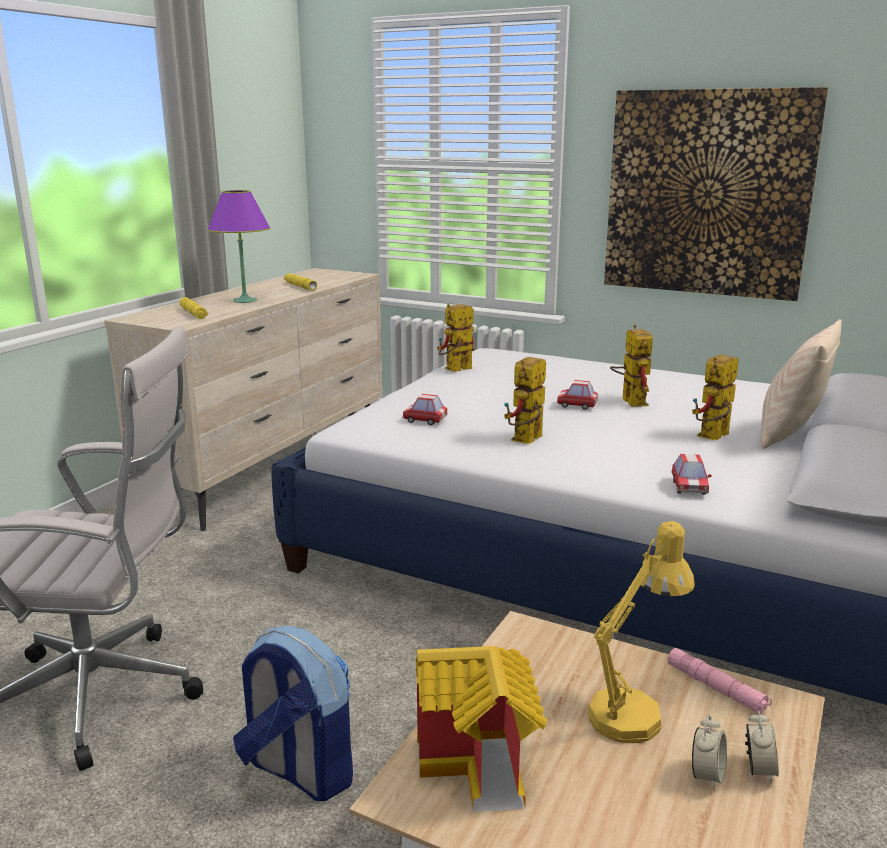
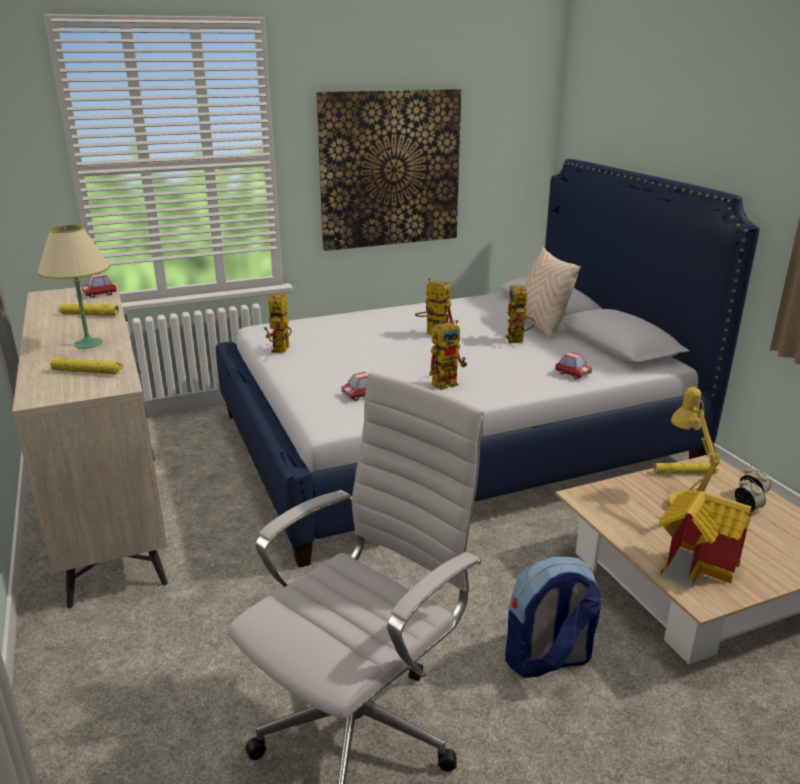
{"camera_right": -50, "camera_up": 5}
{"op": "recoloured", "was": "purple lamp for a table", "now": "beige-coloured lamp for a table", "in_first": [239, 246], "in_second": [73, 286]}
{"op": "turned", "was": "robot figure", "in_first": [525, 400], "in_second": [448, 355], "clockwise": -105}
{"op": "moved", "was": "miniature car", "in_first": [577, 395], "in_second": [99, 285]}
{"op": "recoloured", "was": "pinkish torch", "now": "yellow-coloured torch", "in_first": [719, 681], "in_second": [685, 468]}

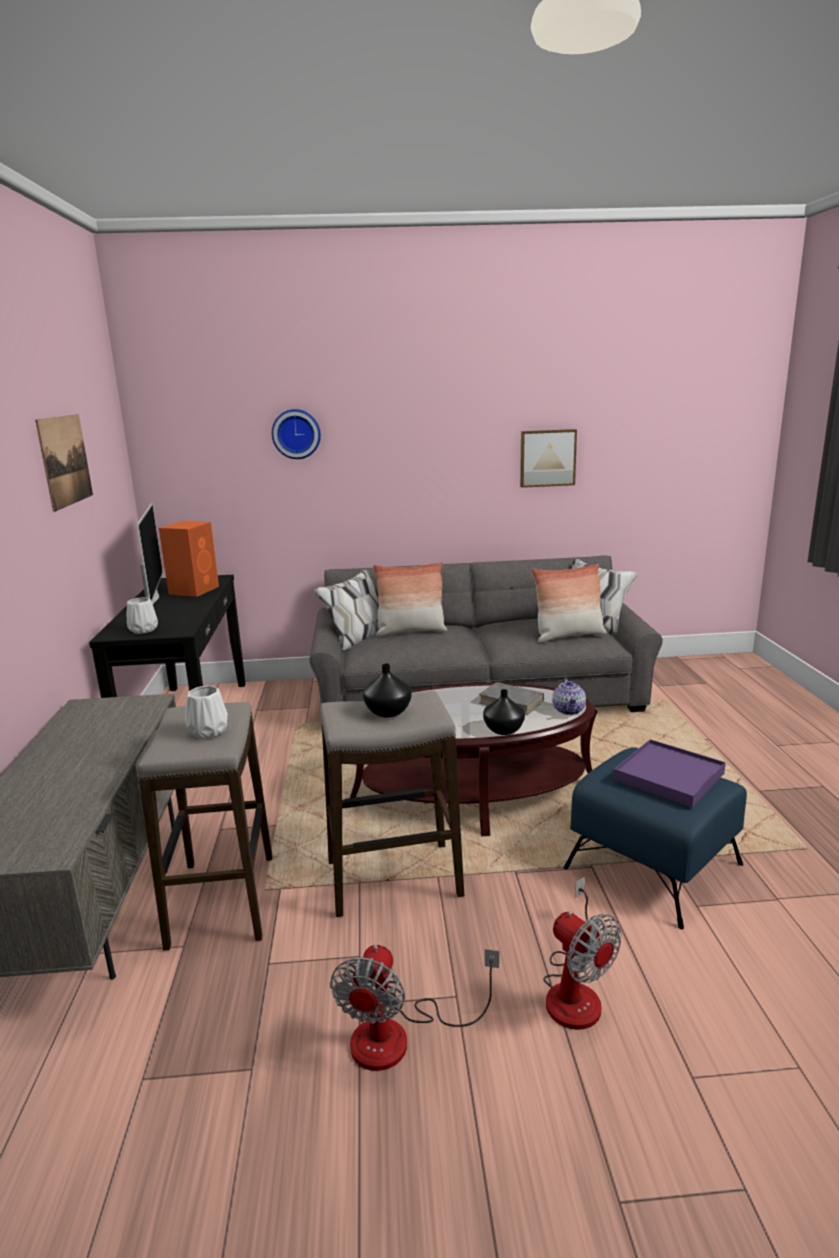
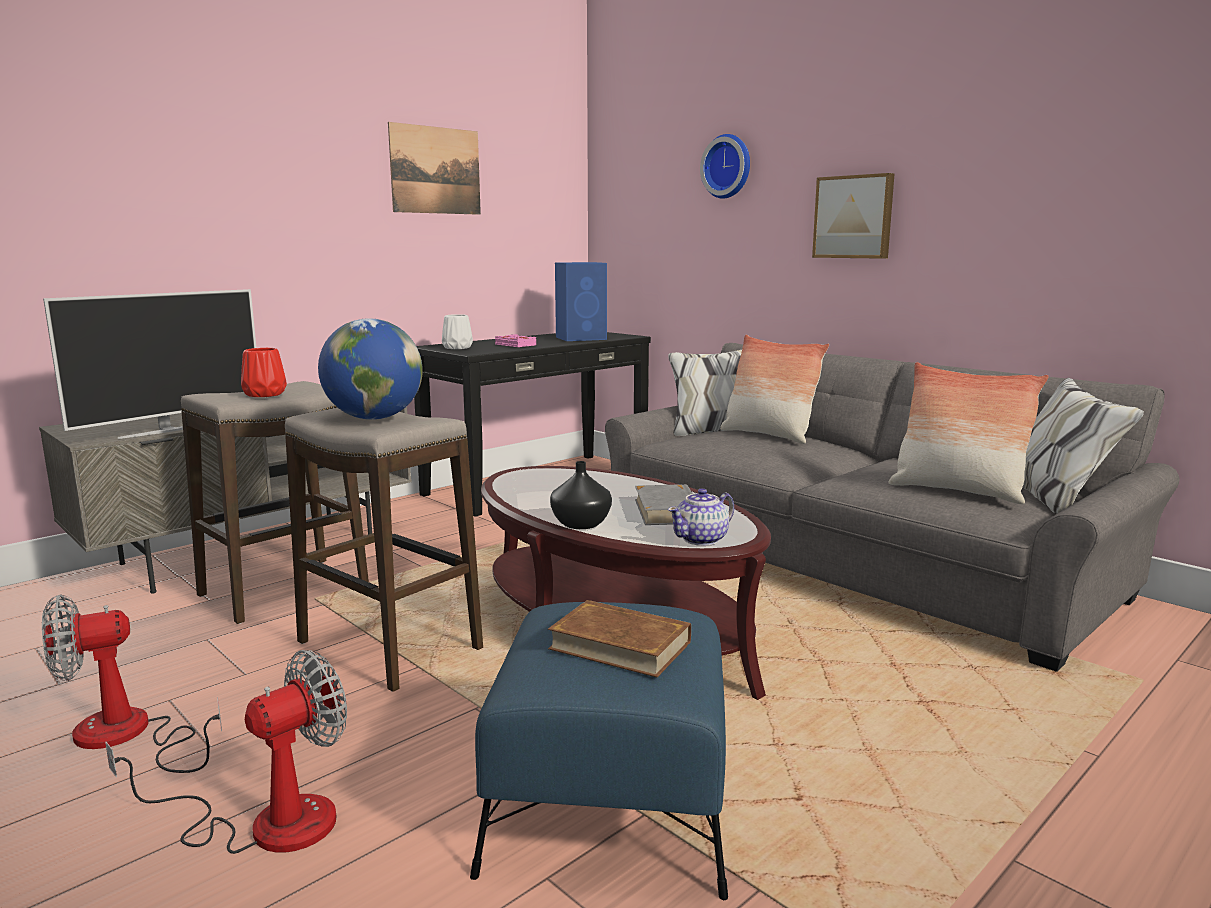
{"camera_right": 50, "camera_up": -5}
{"op": "moved", "was": "wall art", "in_first": [548, 458], "in_second": [853, 216]}
{"op": "moved", "was": "TV", "in_first": [150, 553], "in_second": [150, 364]}
{"op": "recoloured", "was": "orange audio speaker", "now": "blue audio speaker", "in_first": [189, 559], "in_second": [581, 301]}
{"op": "replaced", "was": "black decorative vase", "now": "globe", "in_first": [387, 690], "in_second": [370, 369]}
{"op": "recoloured", "was": "white-coloured decorative vase", "now": "reddish decorative vase", "in_first": [206, 712], "in_second": [264, 372]}
{"op": "replaced", "was": "purple tray", "now": "brownish volume", "in_first": [669, 773], "in_second": [619, 638]}
{"op": "turned", "was": "fan", "in_first": [583, 953], "in_second": [226, 752], "clockwise": -150}
{"op": "added", "now": "pinkish volume", "in_second": [515, 340]}

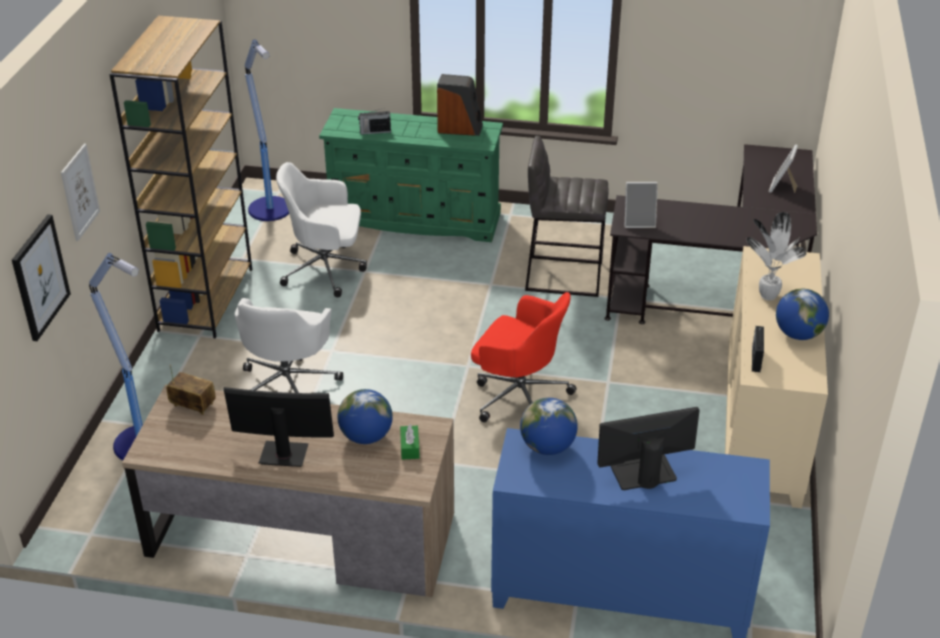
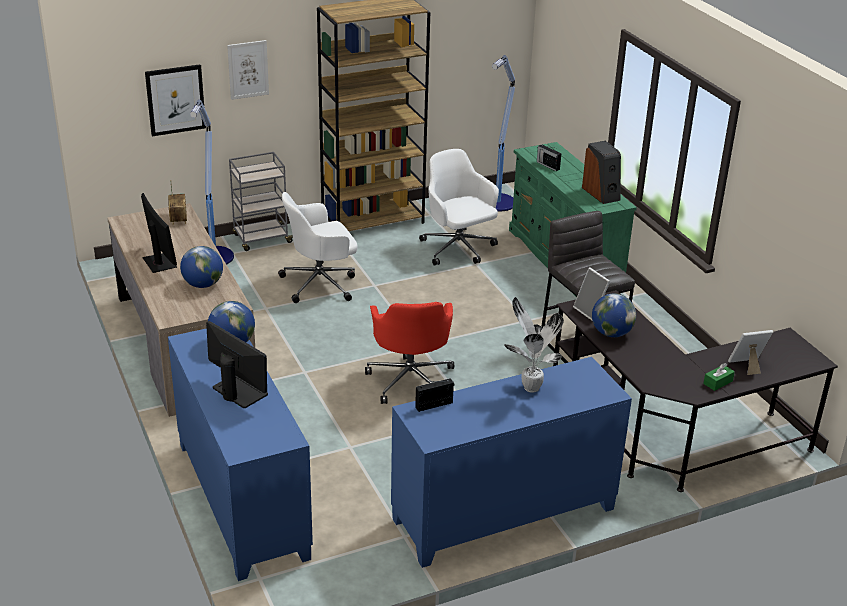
{"camera_right": 55, "camera_up": -5}
{"op": "recoloured", "was": "beige-coloured cupboard", "now": "blue cupboard", "in_first": [776, 377], "in_second": [511, 462]}
{"op": "moved", "was": "globe", "in_first": [802, 314], "in_second": [614, 315]}
{"op": "moved", "was": "greenish tissue holder", "in_first": [410, 442], "in_second": [719, 377]}
{"op": "added", "now": "gray trolley", "in_second": [261, 201]}

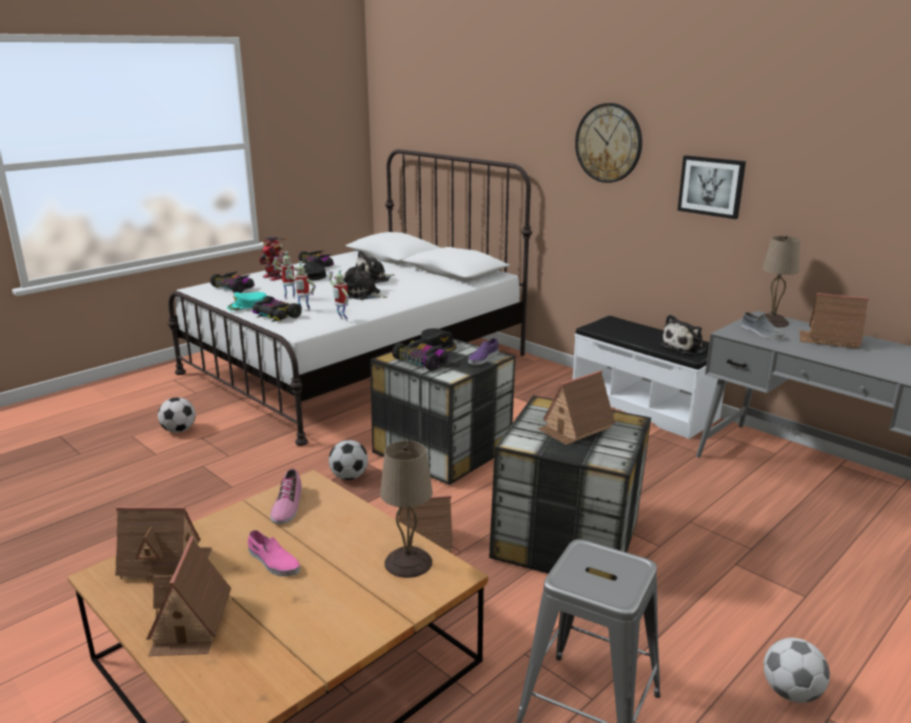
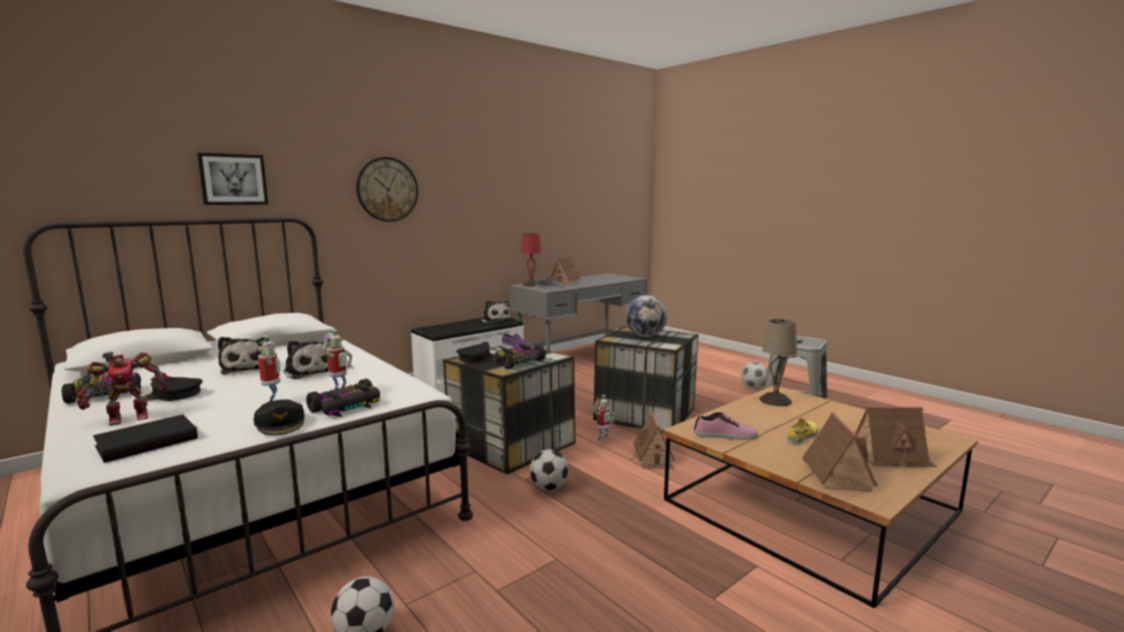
{"camera_right": -85, "camera_up": -10}
{"op": "moved", "was": "wall art", "in_first": [711, 187], "in_second": [232, 179]}
{"op": "recoloured", "was": "beige-coloured lamp for a table", "now": "reddish lamp for a table", "in_first": [779, 281], "in_second": [531, 259]}
{"op": "turned", "was": "cuddly toy", "in_first": [365, 281], "in_second": [307, 359], "clockwise": -75}
{"op": "moved", "was": "robot figure", "in_first": [338, 295], "in_second": [604, 418]}
{"op": "replaced", "was": "miniature car", "now": "black volume", "in_first": [232, 282], "in_second": [145, 438]}
{"op": "recoloured", "was": "turquoise cap", "now": "black cap", "in_first": [247, 301], "in_second": [279, 417]}
{"op": "replaced", "was": "miniature house", "now": "globe", "in_first": [576, 407], "in_second": [646, 316]}
{"op": "recoloured", "was": "pinkish item of footwear", "now": "yellow-coloured item of footwear", "in_first": [273, 553], "in_second": [802, 431]}

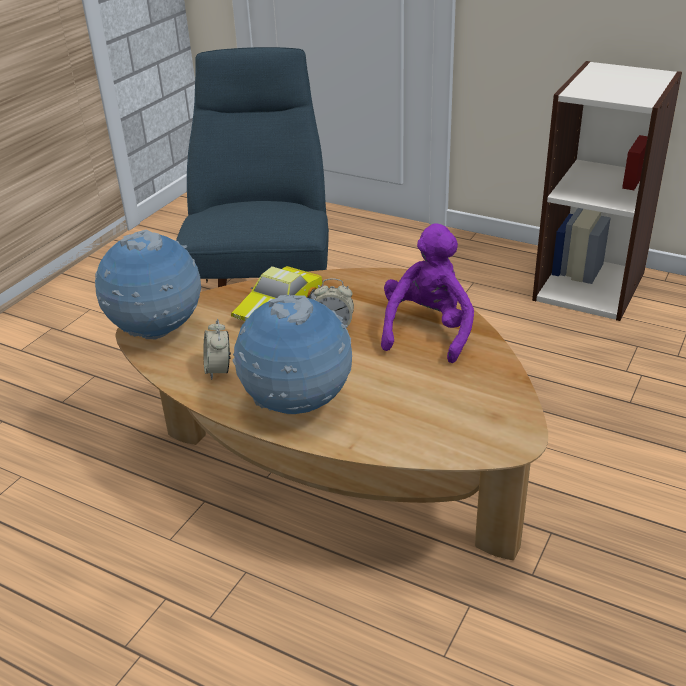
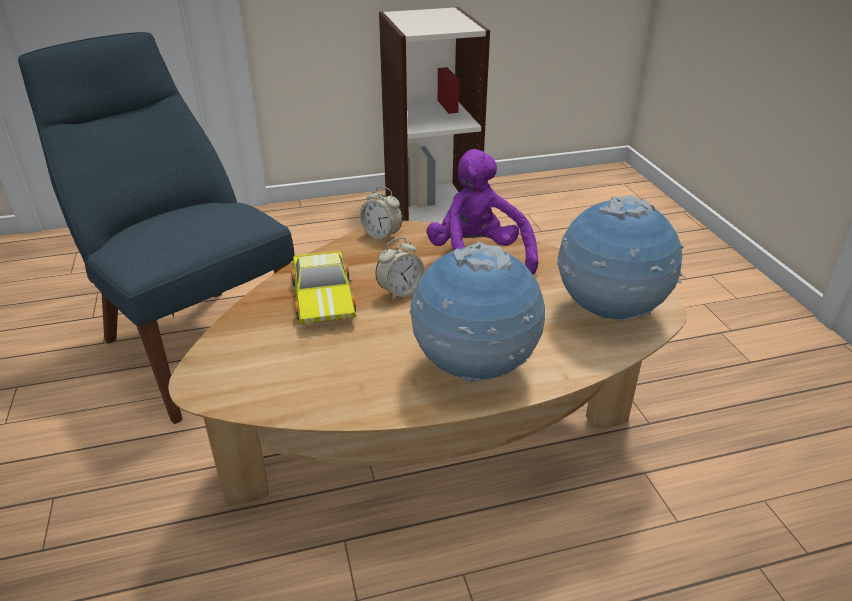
{"camera_right": -45, "camera_up": 0}
{"op": "moved", "was": "globe", "in_first": [148, 284], "in_second": [620, 258]}
{"op": "moved", "was": "alarm clock", "in_first": [217, 349], "in_second": [381, 214]}

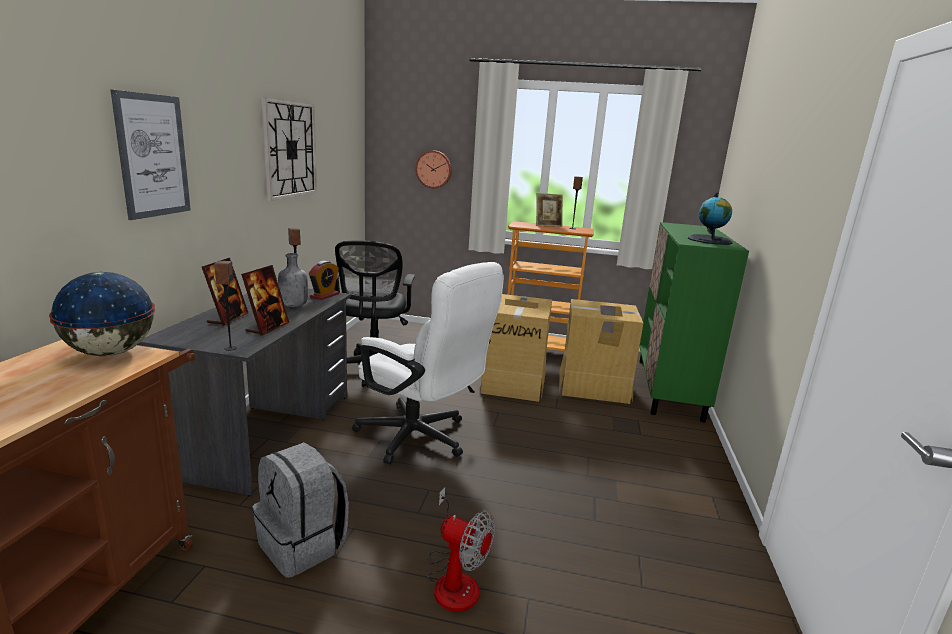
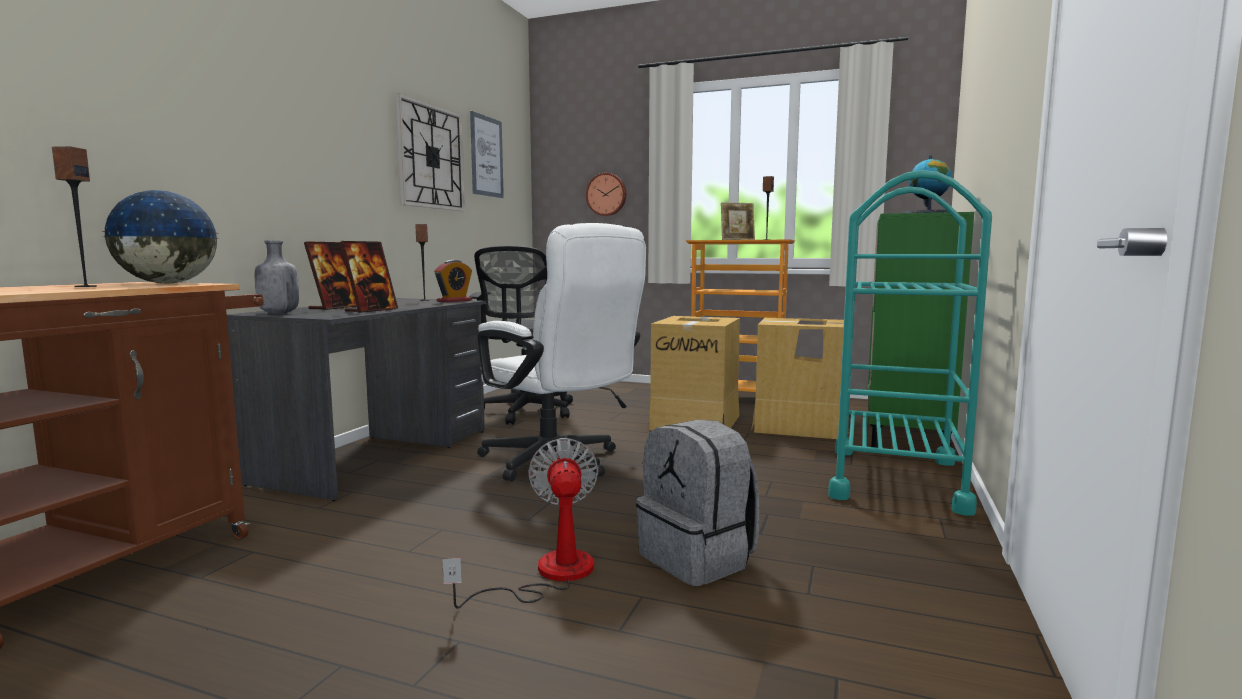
{"camera_right": 10, "camera_up": -10}
{"op": "moved", "was": "wall art", "in_first": [151, 155], "in_second": [487, 154]}
{"op": "moved", "was": "gray bottle", "in_first": [293, 280], "in_second": [277, 277]}
{"op": "moved", "was": "audio speaker", "in_first": [225, 306], "in_second": [74, 216]}
{"op": "moved", "was": "gray backpack", "in_first": [300, 510], "in_second": [697, 503]}
{"op": "turned", "was": "fan", "in_first": [461, 549], "in_second": [520, 523], "clockwise": -135}
{"op": "added", "now": "turquoise trolley", "in_second": [910, 343]}

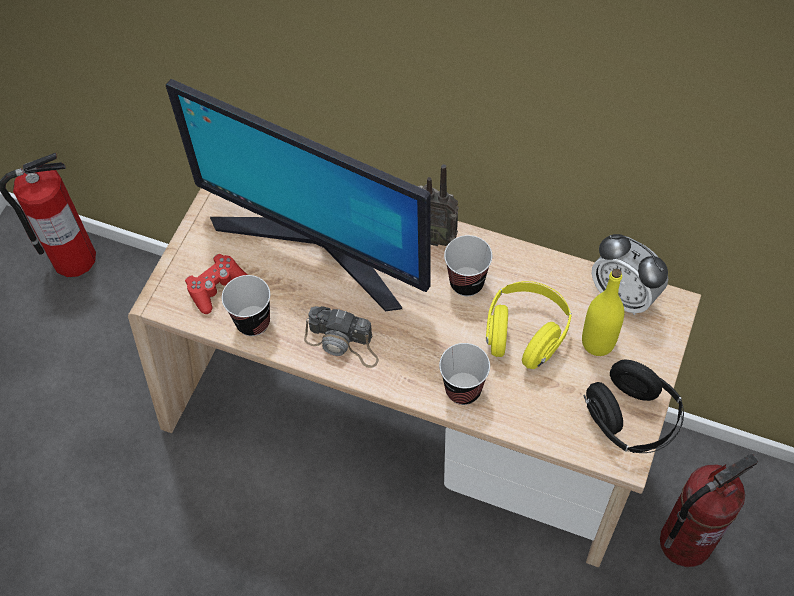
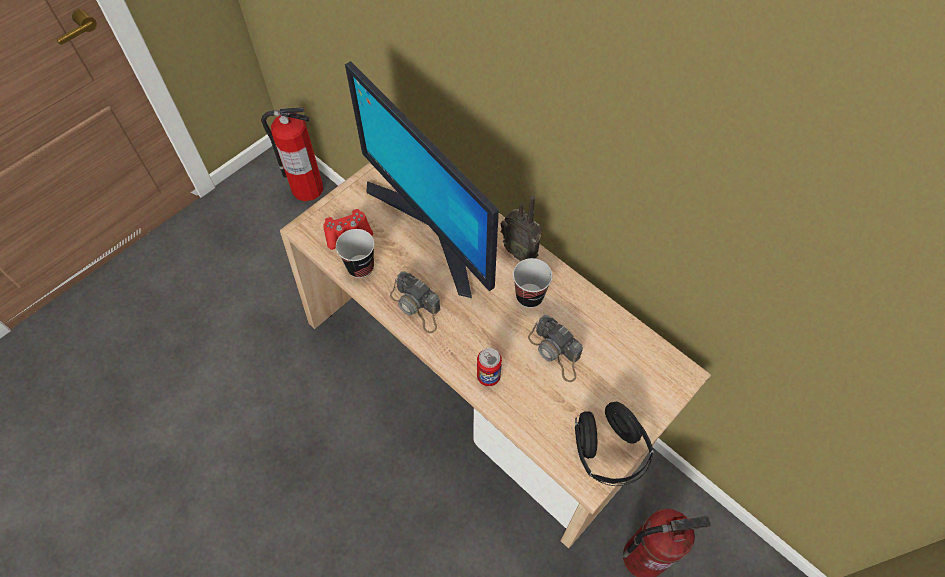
{"camera_right": 20, "camera_up": 0}
{"op": "removed", "was": "alarm clock", "in_first": [630, 274]}
{"op": "removed", "was": "yellow-coloured bottle", "in_first": [603, 312]}
{"op": "replaced", "was": "yellow-coloured headphones", "now": "still camera", "in_first": [529, 325], "in_second": [555, 348]}
{"op": "replaced", "was": "small cup", "now": "sealed can", "in_first": [464, 374], "in_second": [489, 367]}

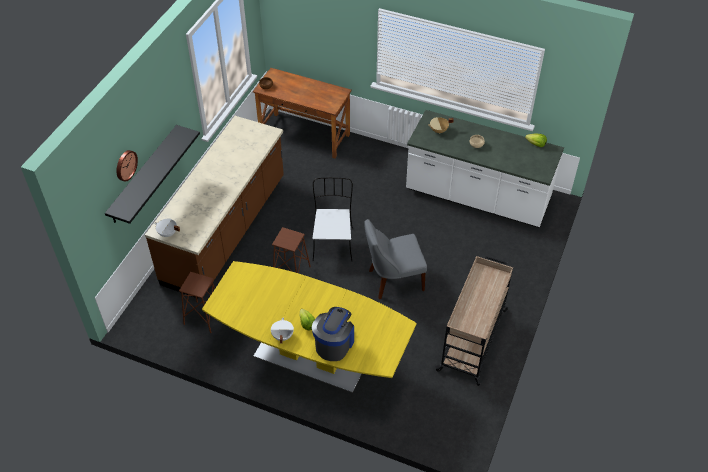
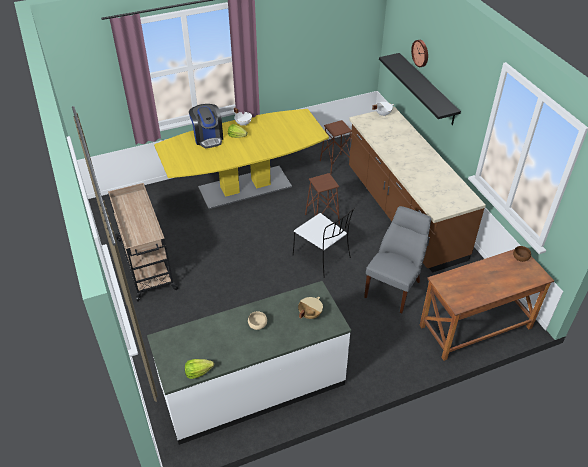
{"camera_right": 135, "camera_up": -5}
{"op": "moved", "was": "gray upright chair", "in_first": [395, 259], "in_second": [397, 260]}

